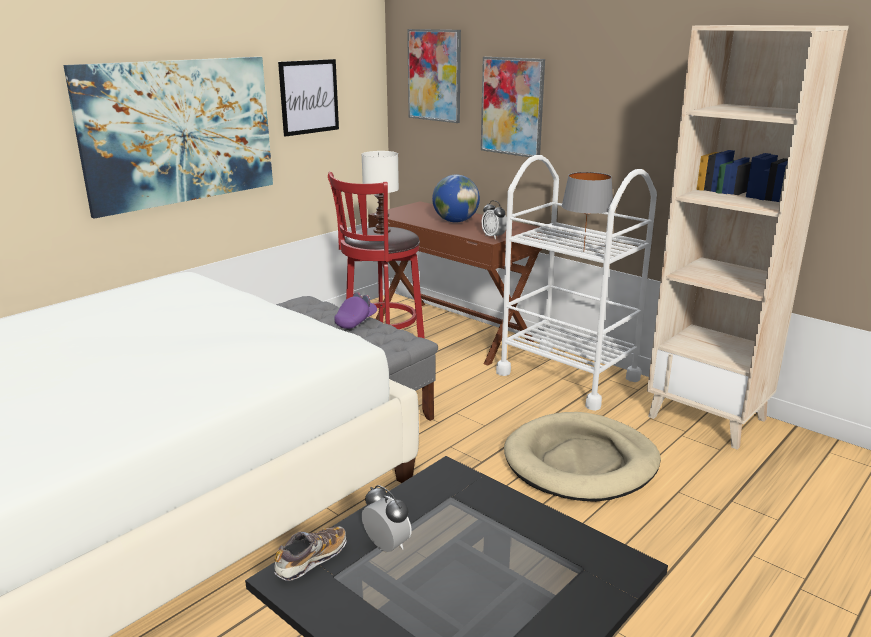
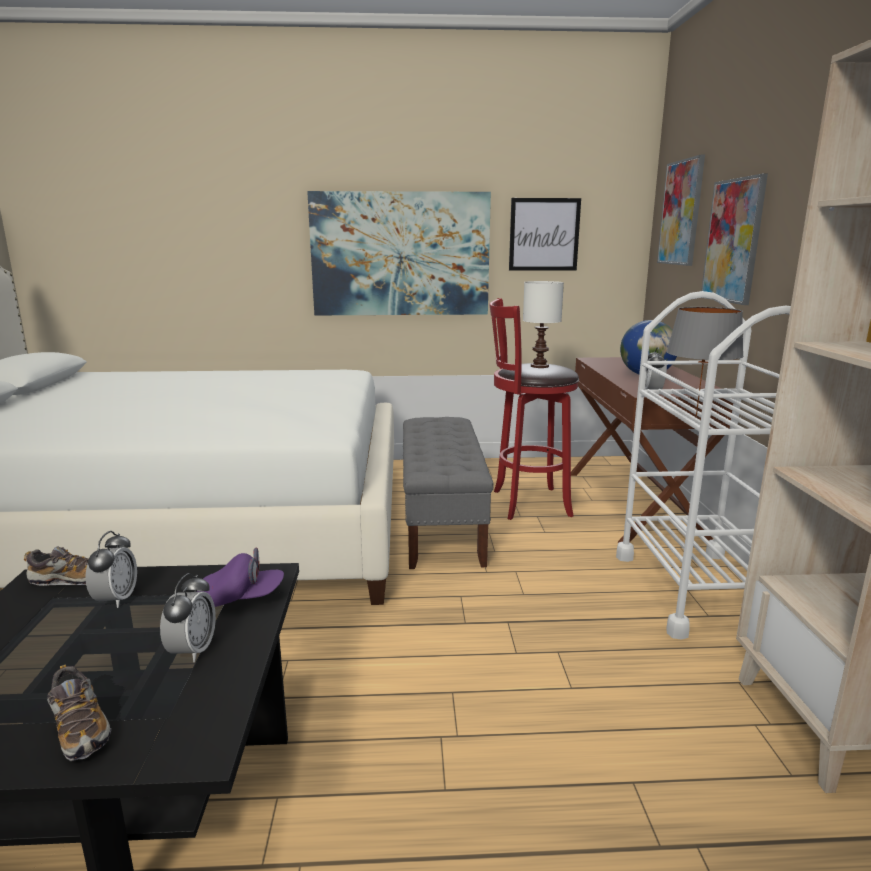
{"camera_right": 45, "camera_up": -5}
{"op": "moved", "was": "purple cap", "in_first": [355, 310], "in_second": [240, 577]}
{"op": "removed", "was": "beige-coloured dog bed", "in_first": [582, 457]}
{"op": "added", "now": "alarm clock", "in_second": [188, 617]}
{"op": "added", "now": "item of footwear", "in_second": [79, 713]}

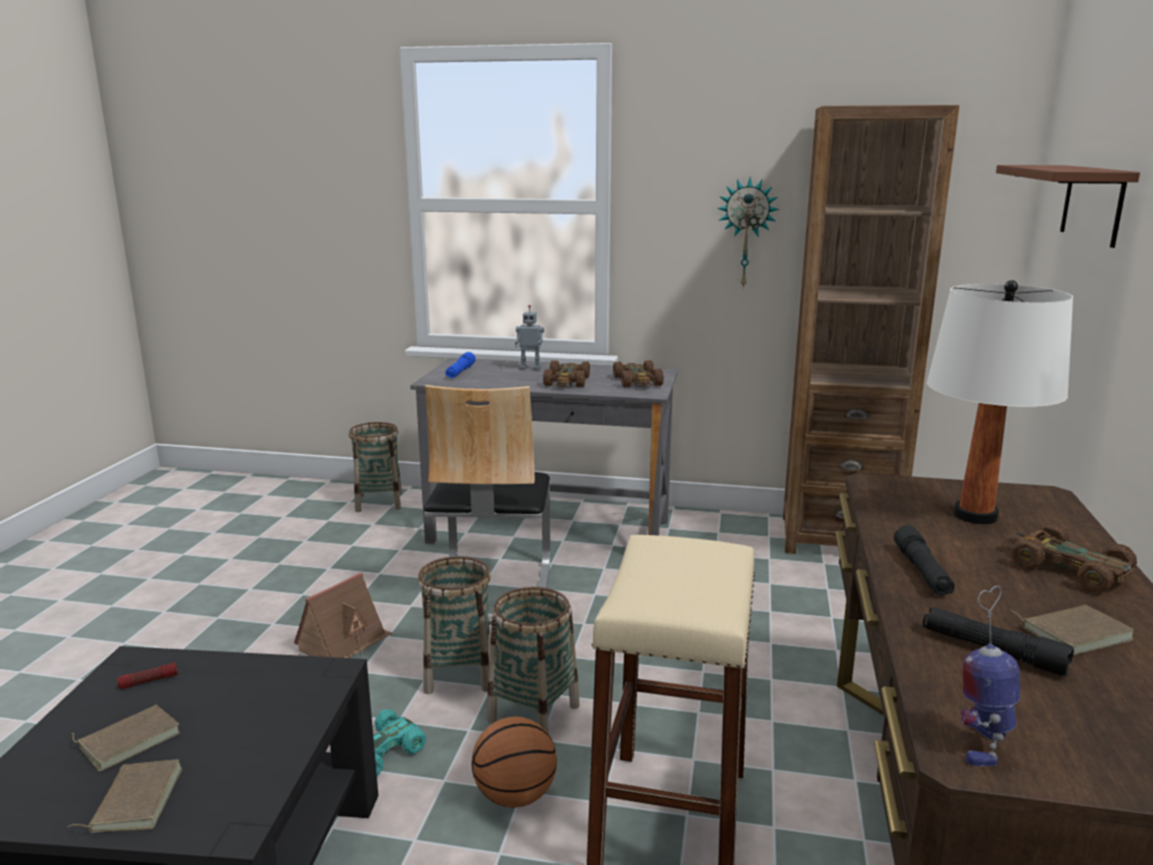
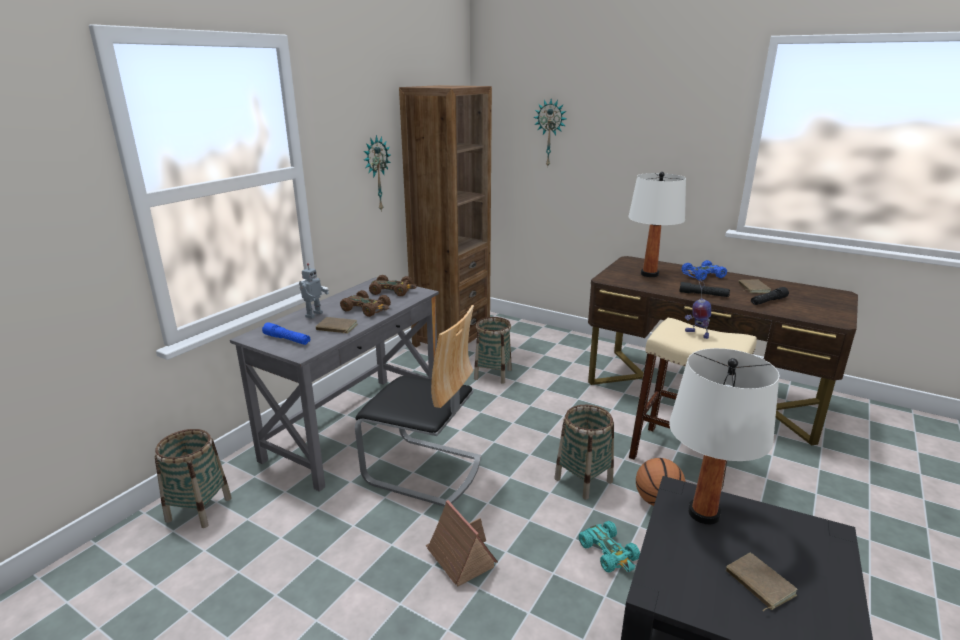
{"camera_right": -70, "camera_up": 5}
{"op": "replaced", "was": "brownish bracket shelf", "now": "clock on the wall", "in_first": [1068, 206], "in_second": [550, 132]}
{"op": "recoloured", "was": "brownish miniature car", "now": "blue miniature car", "in_first": [1072, 558], "in_second": [704, 270]}
{"op": "moved", "was": "storage basket", "in_first": [454, 625], "in_second": [493, 350]}
{"op": "moved", "was": "robot figure", "in_first": [990, 676], "in_second": [698, 309]}
{"op": "removed", "was": "torch", "in_first": [147, 675]}
{"op": "moved", "was": "brownish volume", "in_first": [125, 796], "in_second": [337, 325]}
{"op": "added", "now": "white-coloured lamp for a table", "in_second": [724, 436]}

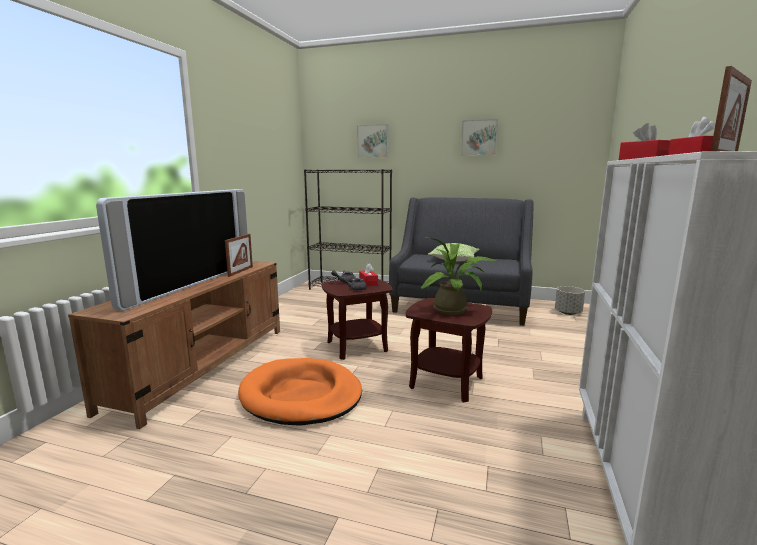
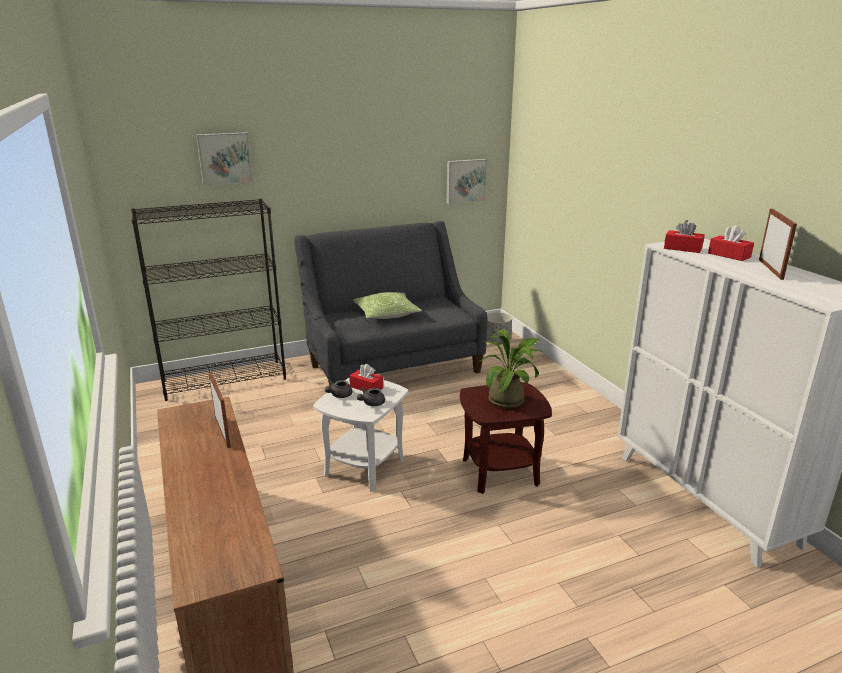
{"camera_right": -40, "camera_up": 10}
{"op": "moved", "was": "wall art", "in_first": [479, 137], "in_second": [467, 181]}
{"op": "removed", "was": "TV", "in_first": [172, 250]}
{"op": "recoloured", "was": "brownish side table", "now": "white-coloured side table", "in_first": [357, 319], "in_second": [360, 435]}
{"op": "removed", "was": "orange dog bed", "in_first": [300, 392]}

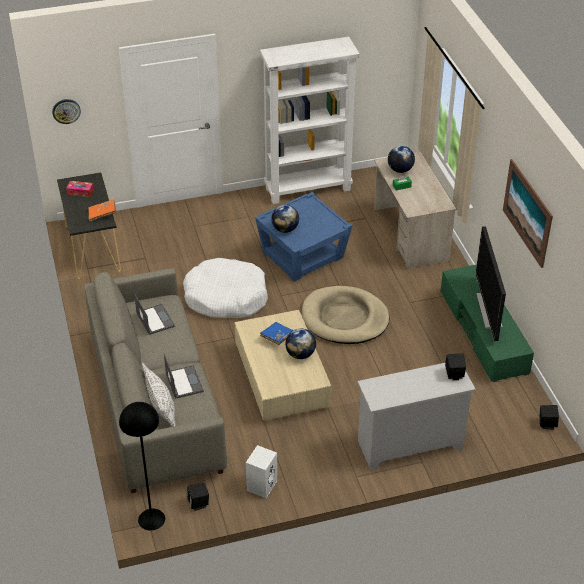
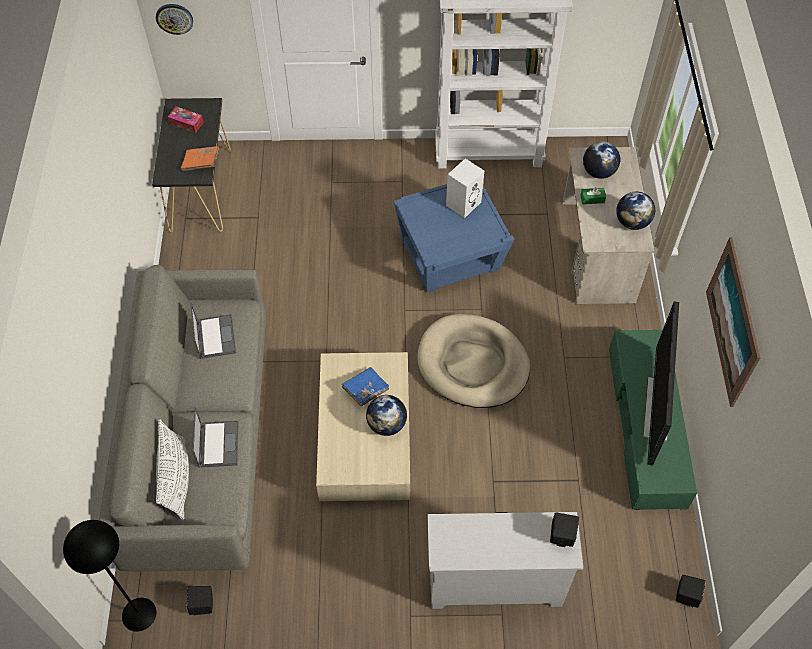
{"camera_right": 15, "camera_up": 15}
{"op": "moved", "was": "globe", "in_first": [285, 219], "in_second": [635, 210]}
{"op": "removed", "was": "white-coloured dog bed", "in_first": [225, 288]}
{"op": "moved", "was": "white-coloured audio speaker", "in_first": [261, 471], "in_second": [465, 188]}

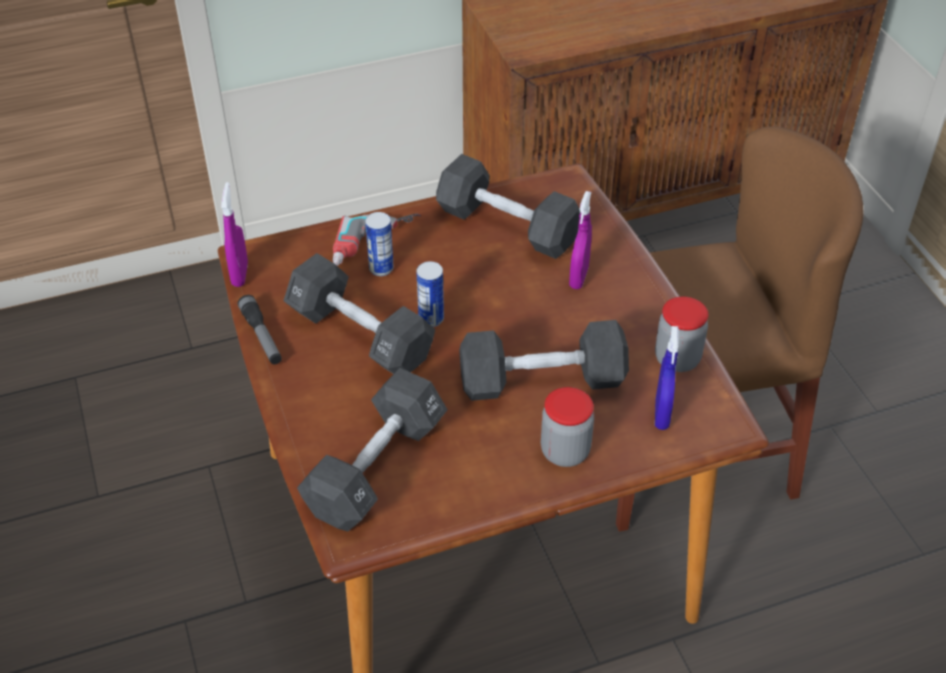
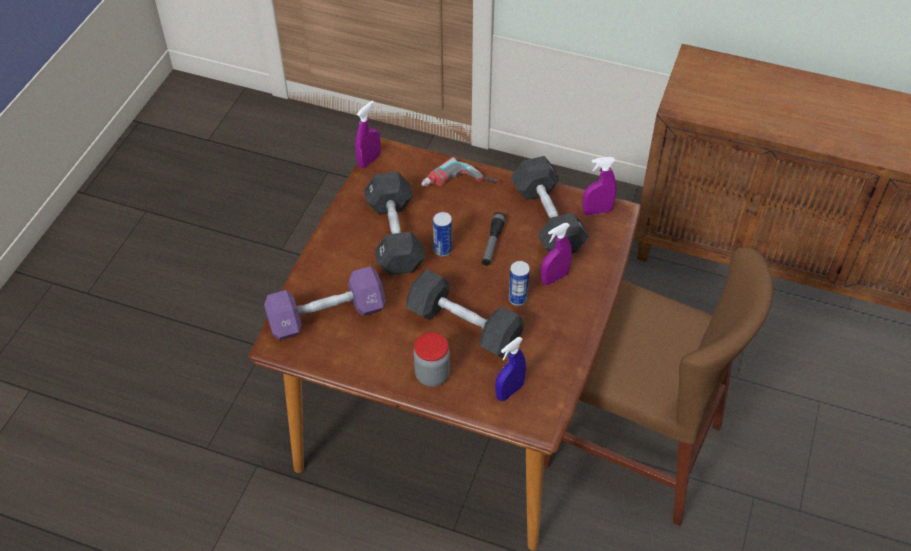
{"camera_right": 40, "camera_up": 5}
{"op": "moved", "was": "sealed can", "in_first": [379, 244], "in_second": [519, 283]}
{"op": "moved", "was": "torch", "in_first": [260, 329], "in_second": [494, 239]}
{"op": "removed", "was": "storage jar", "in_first": [682, 334]}
{"op": "recoloured", "was": "black dumbbell", "now": "purple dumbbell", "in_first": [372, 450], "in_second": [325, 303]}
{"op": "added", "now": "purple hand sprayer", "in_second": [600, 186]}

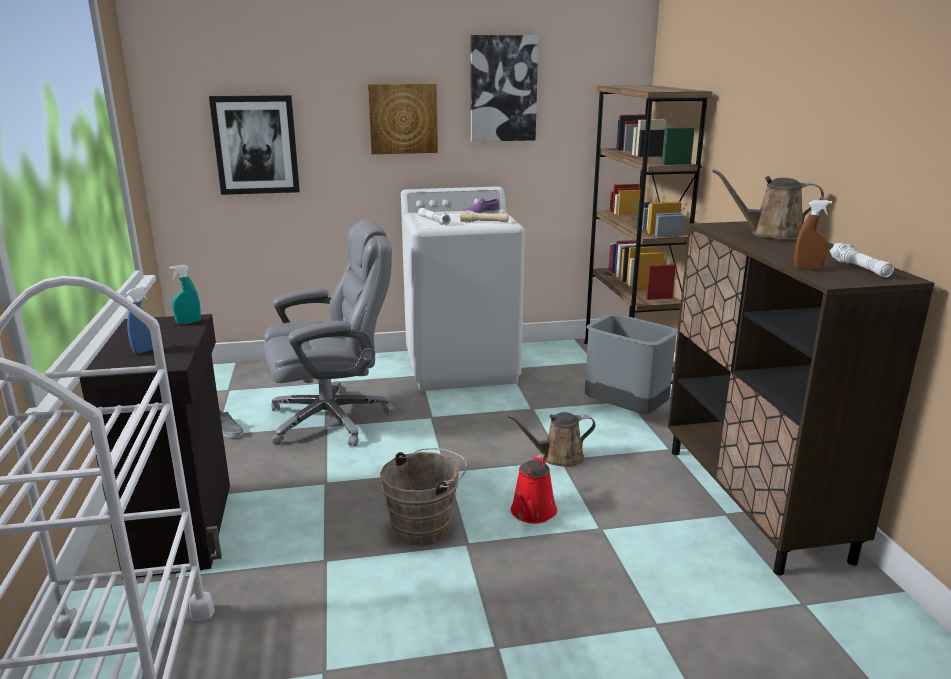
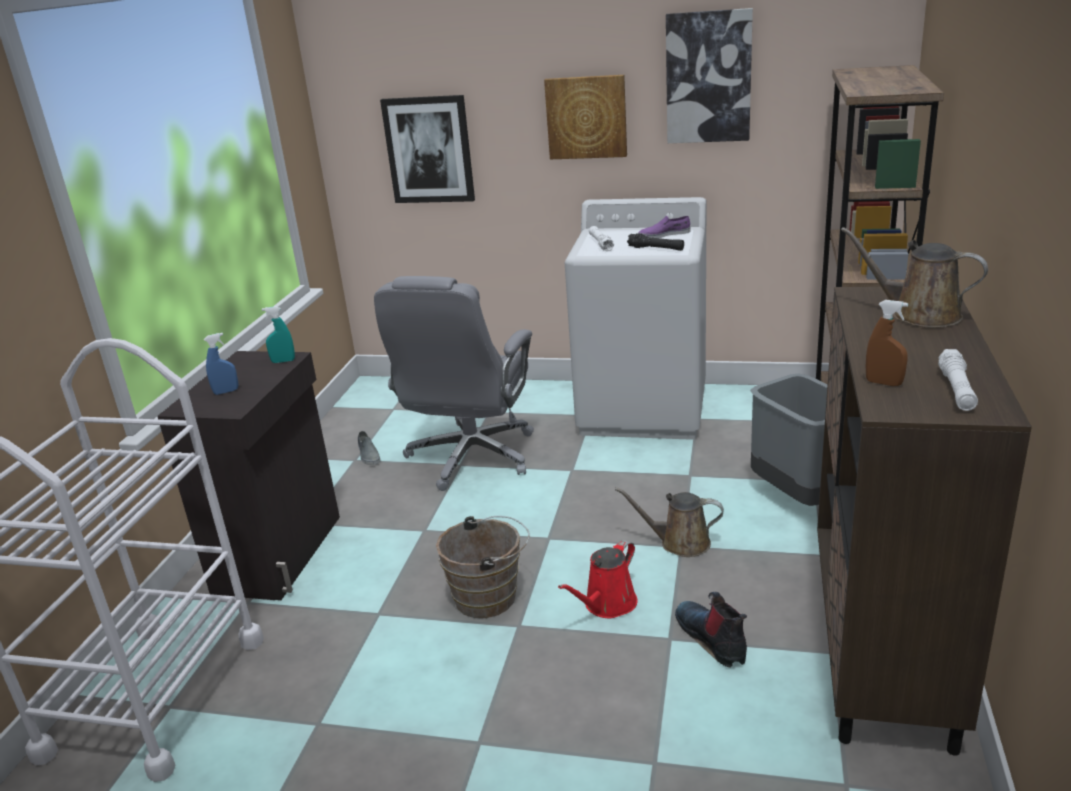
{"camera_right": 25, "camera_up": 5}
{"op": "recoloured", "was": "beige-coloured torch", "now": "black torch", "in_first": [484, 216], "in_second": [655, 242]}
{"op": "turned", "was": "gray office chair", "in_first": [329, 333], "in_second": [454, 383], "clockwise": 105}
{"op": "added", "now": "high-top boot", "in_second": [711, 629]}

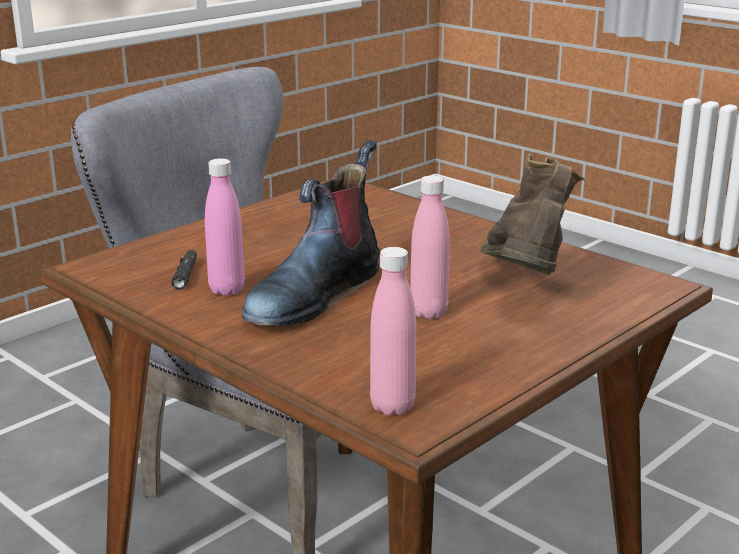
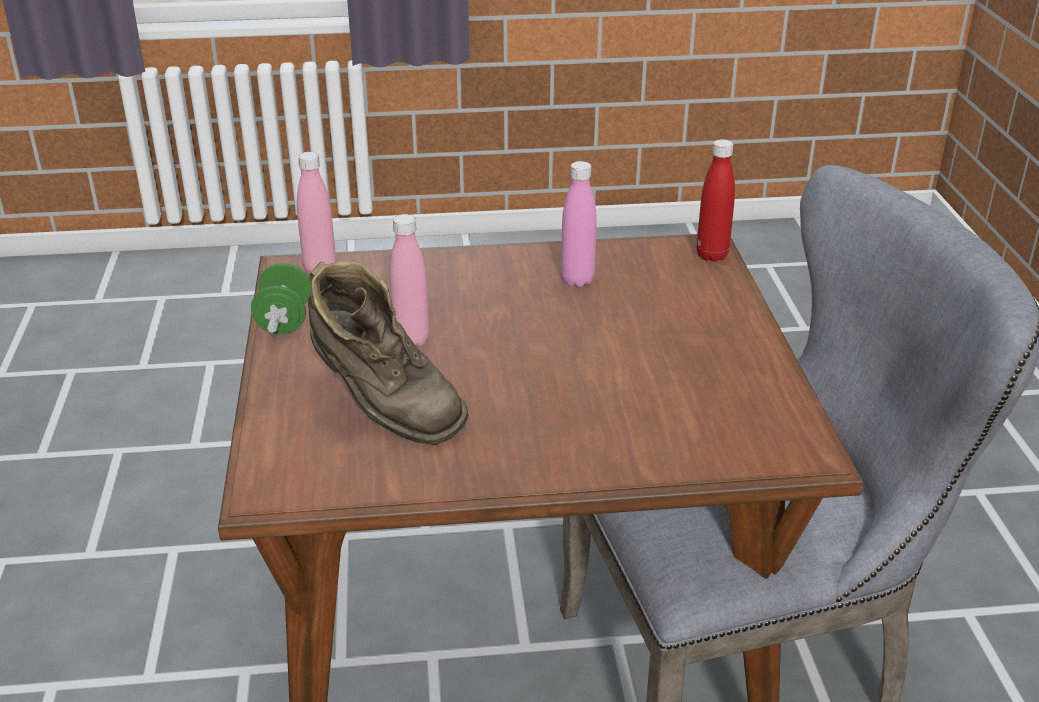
{"camera_right": 130, "camera_up": 10}
{"op": "removed", "was": "high-top boot", "in_first": [310, 233]}
{"op": "removed", "was": "black torch", "in_first": [184, 270]}
{"op": "added", "now": "reddish bottle", "in_second": [716, 200]}
{"op": "added", "now": "greenish dumbbell", "in_second": [281, 298]}

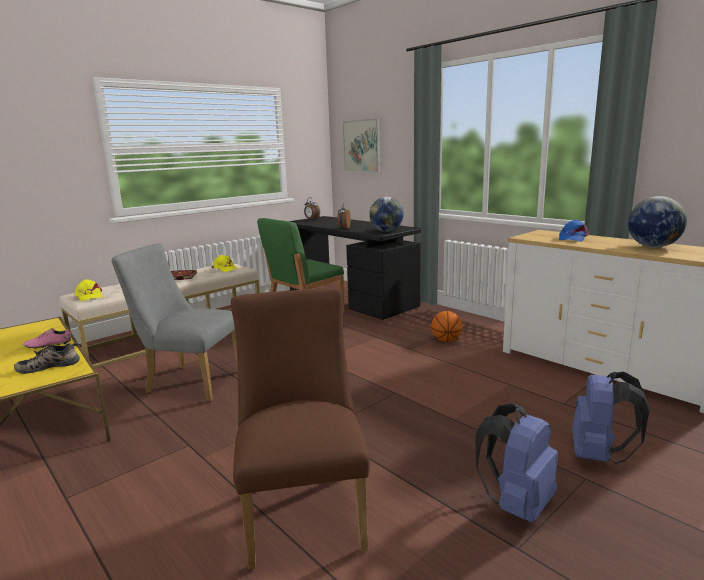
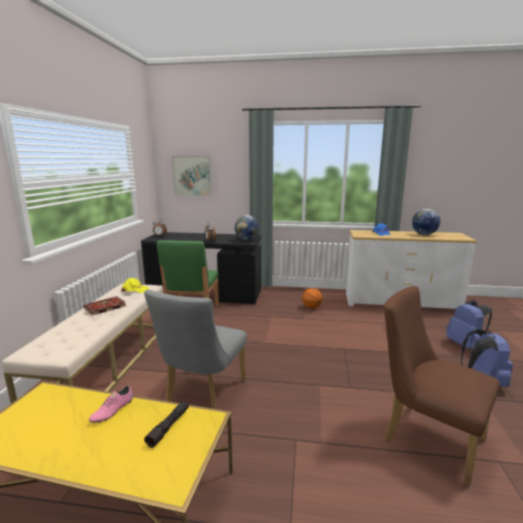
{"camera_right": -40, "camera_up": 0}
{"op": "turned", "was": "gray upright chair", "in_first": [174, 322], "in_second": [195, 349], "clockwise": -45}
{"op": "removed", "was": "yellow-coloured cap", "in_first": [89, 290]}
{"op": "replaced", "was": "item of footwear", "now": "black torch", "in_first": [47, 358], "in_second": [166, 425]}

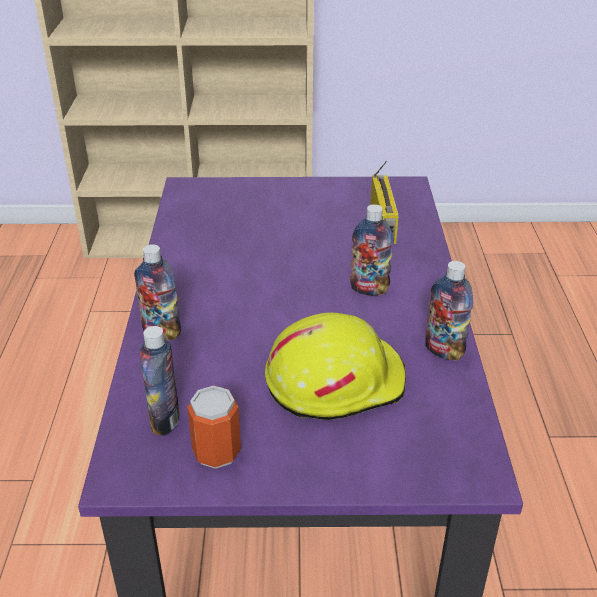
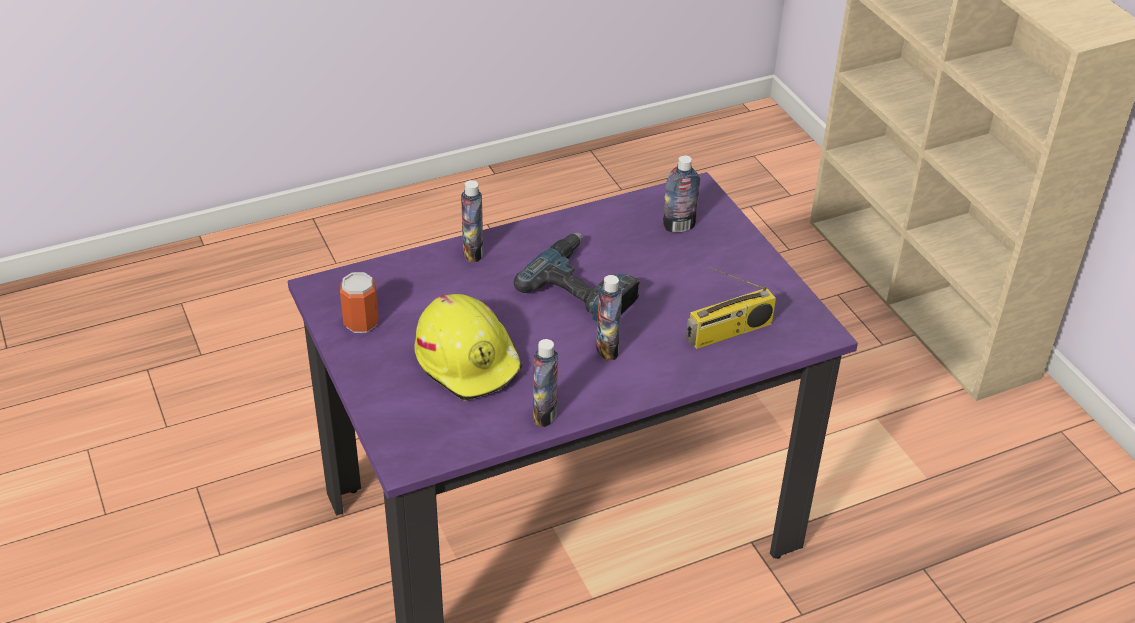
{"camera_right": 65, "camera_up": 5}
{"op": "moved", "was": "bottle", "in_first": [160, 381], "in_second": [681, 194]}
{"op": "added", "now": "drill", "in_second": [576, 277]}

